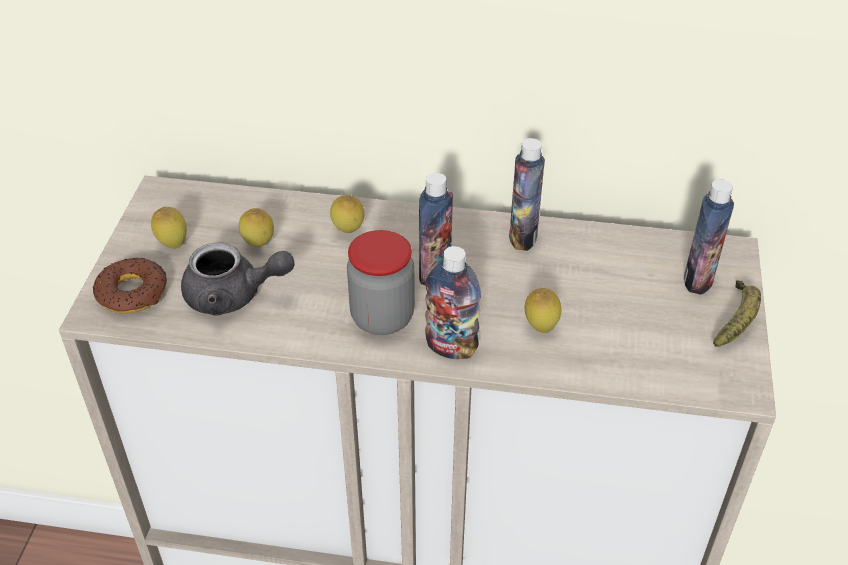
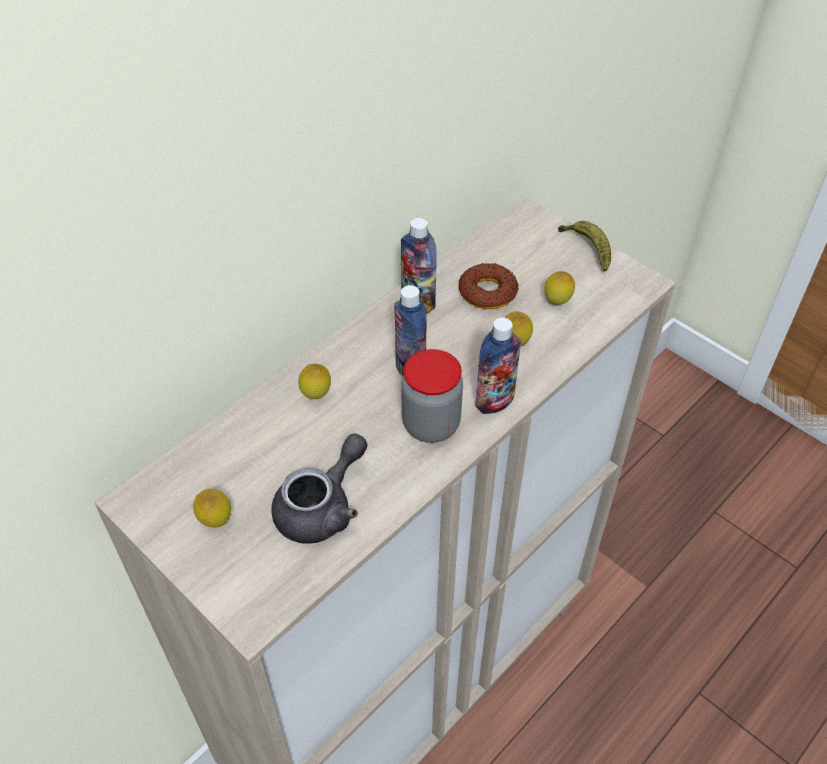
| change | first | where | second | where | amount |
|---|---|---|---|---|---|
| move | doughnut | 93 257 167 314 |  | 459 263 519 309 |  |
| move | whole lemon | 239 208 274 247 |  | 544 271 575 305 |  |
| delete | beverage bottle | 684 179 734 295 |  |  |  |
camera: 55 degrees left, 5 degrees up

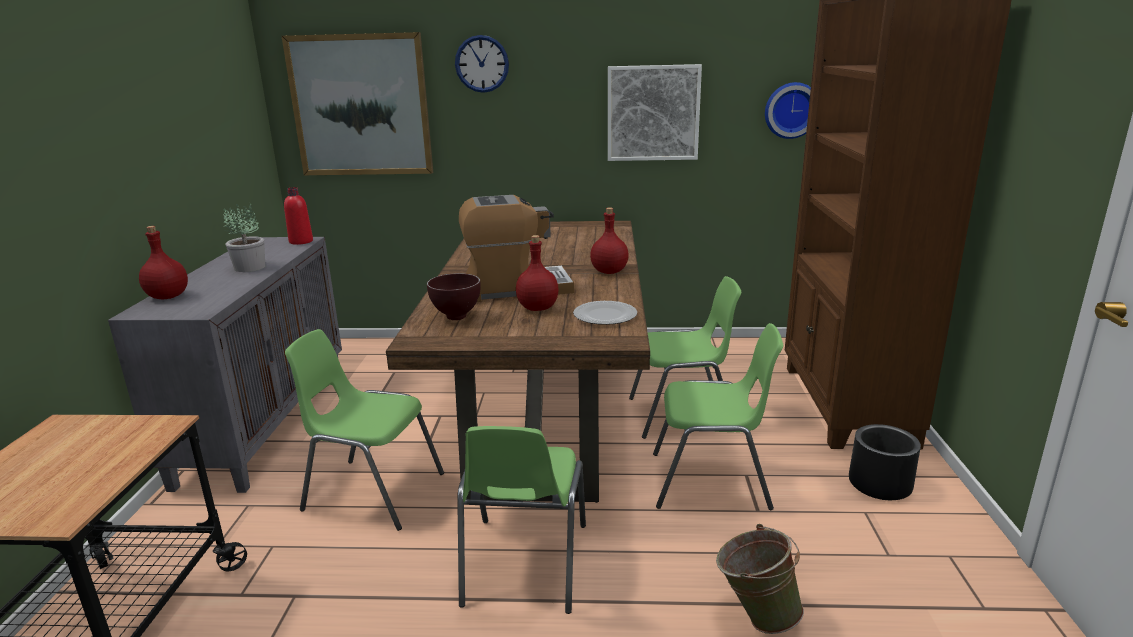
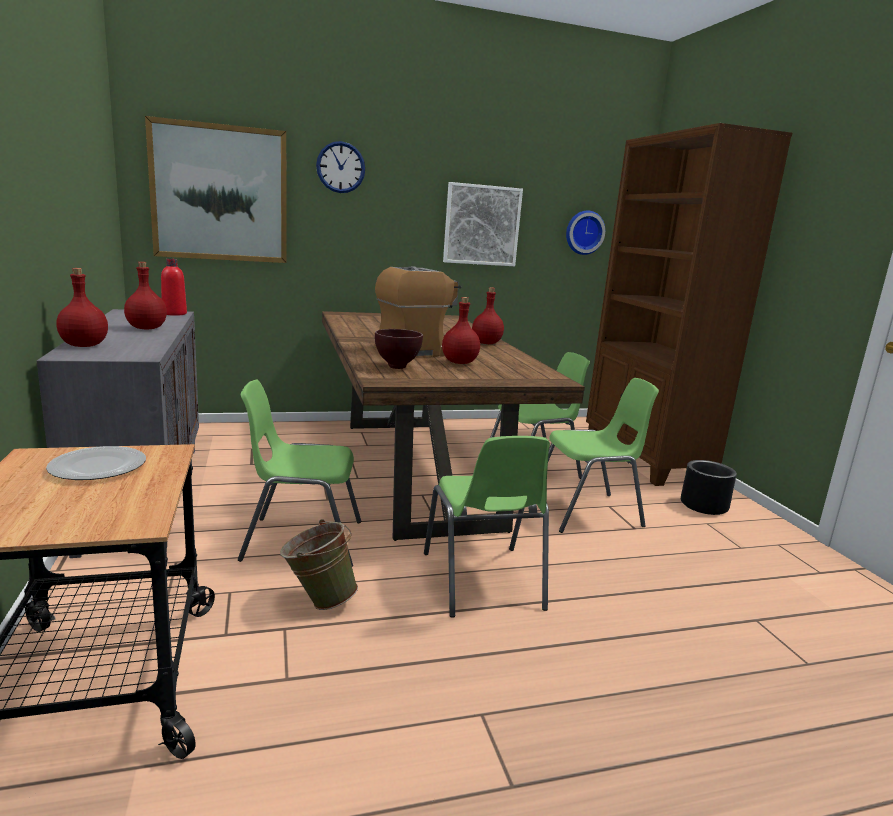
| change | first | where | second | where | amount |
|---|---|---|---|---|---|
| move | plate | 573 301 637 325 |  | 46 446 146 480 |  |
| replace | potted plant | 223 203 265 272 | red-coloured beverage bottle | 124 262 167 329 |  |
| move | greenish bucket | 716 524 804 634 |  | 280 519 358 610 |  |
camera: 20 degrees left, 5 degrees down

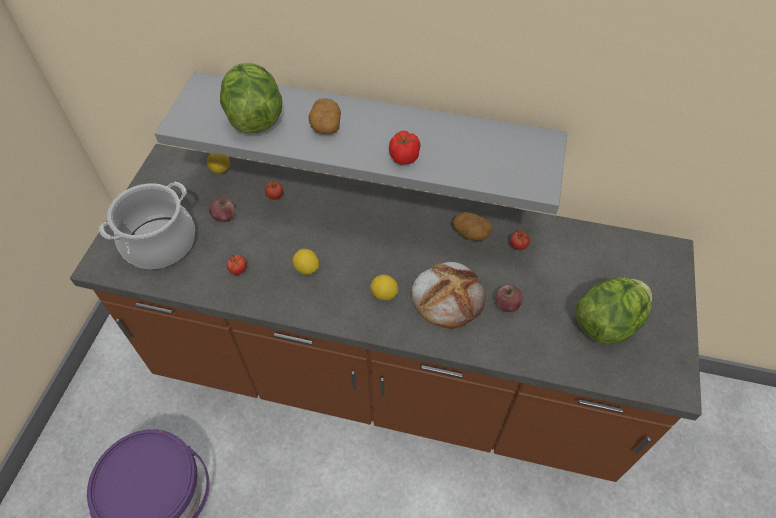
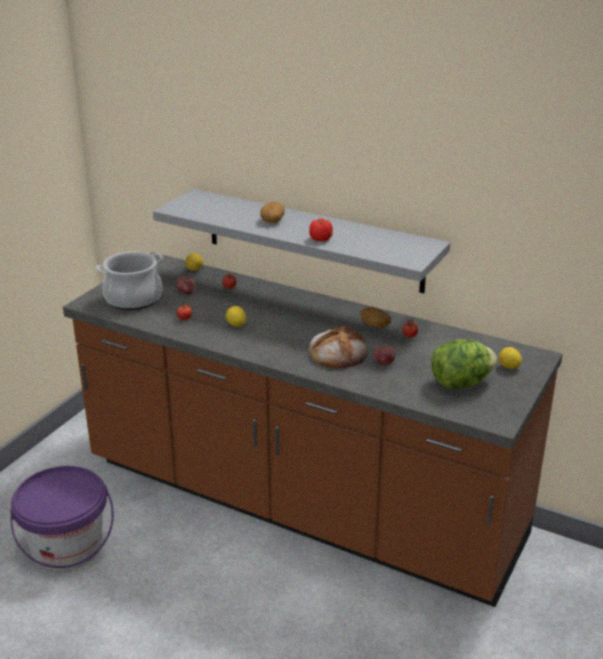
| change | first | where | second | where | amount |
|---|---|---|---|---|---|
| move | whole lemon | 370 275 399 300 |  | 498 347 522 369 |  |
| delete | lettuce | 220 63 282 133 |  |  |  |
camera: 15 degrees right, 25 degrees down

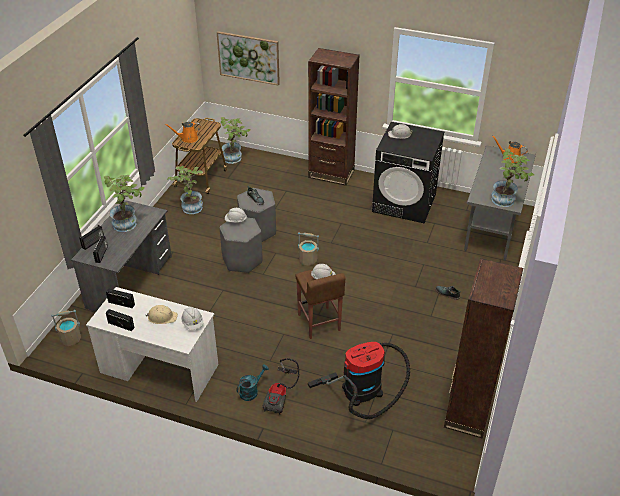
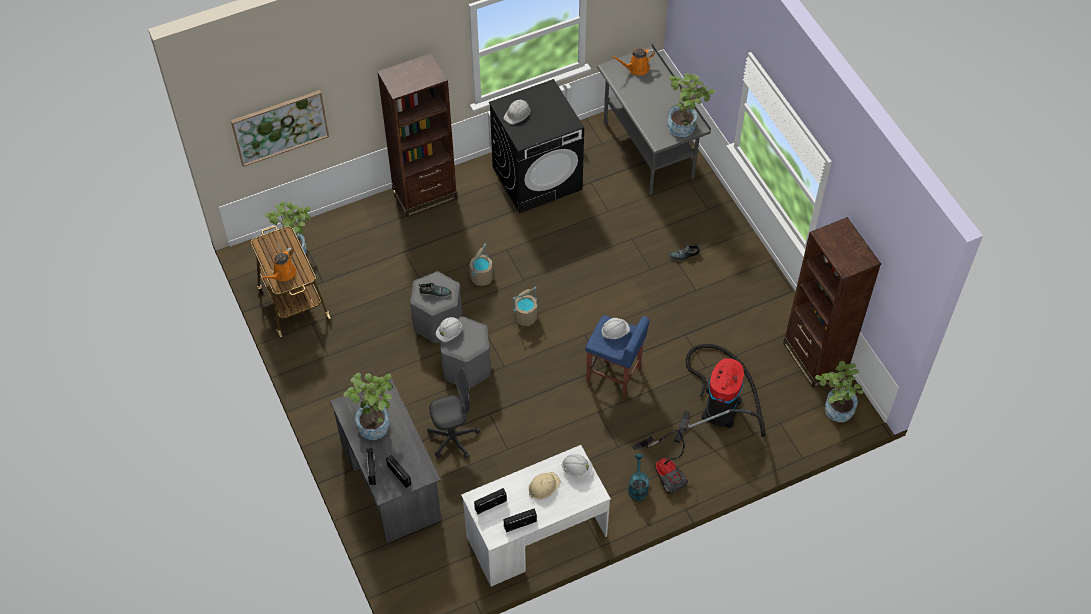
| change | first | where | second | where | amount |
|---|---|---|---|---|---|
| insert |  |  | gray desk chair | 427 368 480 459 |  |
| move | beige bucket | 51 310 81 346 |  | 469 244 493 286 |  |
| recolor | brown stool | 295 266 345 339 | blue-coloured stool | 585 315 650 397 |  |
| move | potted plant | 167 166 203 214 |  | 815 361 864 422 |  |
camera: 45 degrees left, 15 degrees up

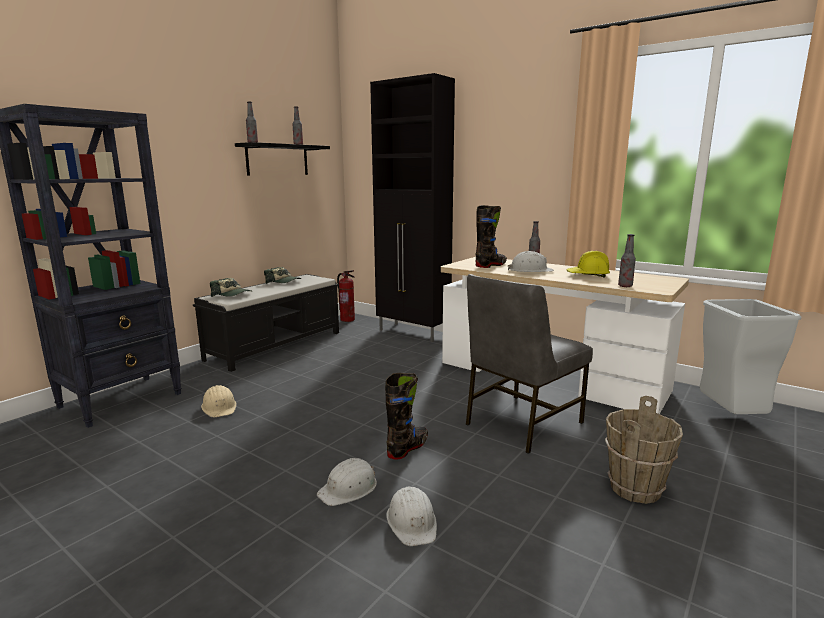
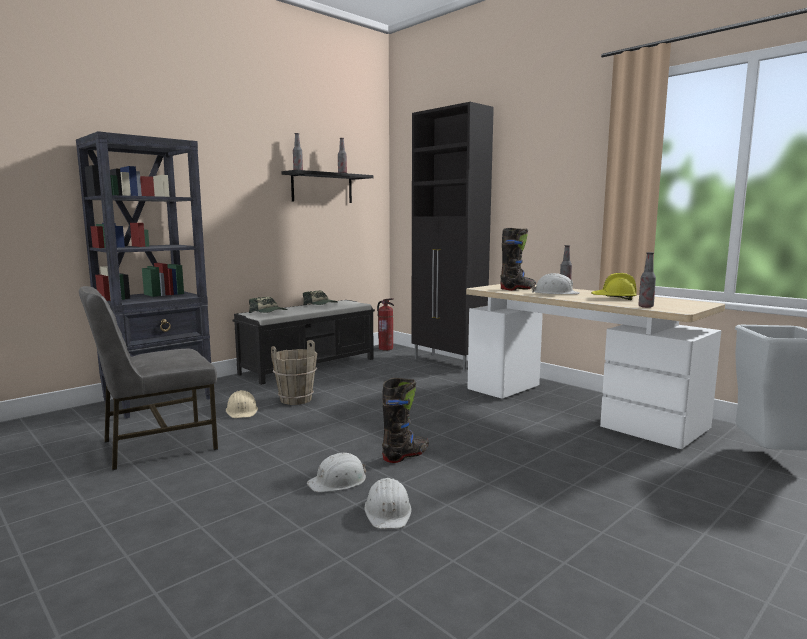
| change | first | where | second | where | amount |
|---|---|---|---|---|---|
| move | gray chair | 466 274 593 454 |  | 79 286 218 470 |  |
| move | brown bucket | 605 396 683 504 |  | 271 340 318 405 |  |
camera: 10 degrees right, 5 degrees down

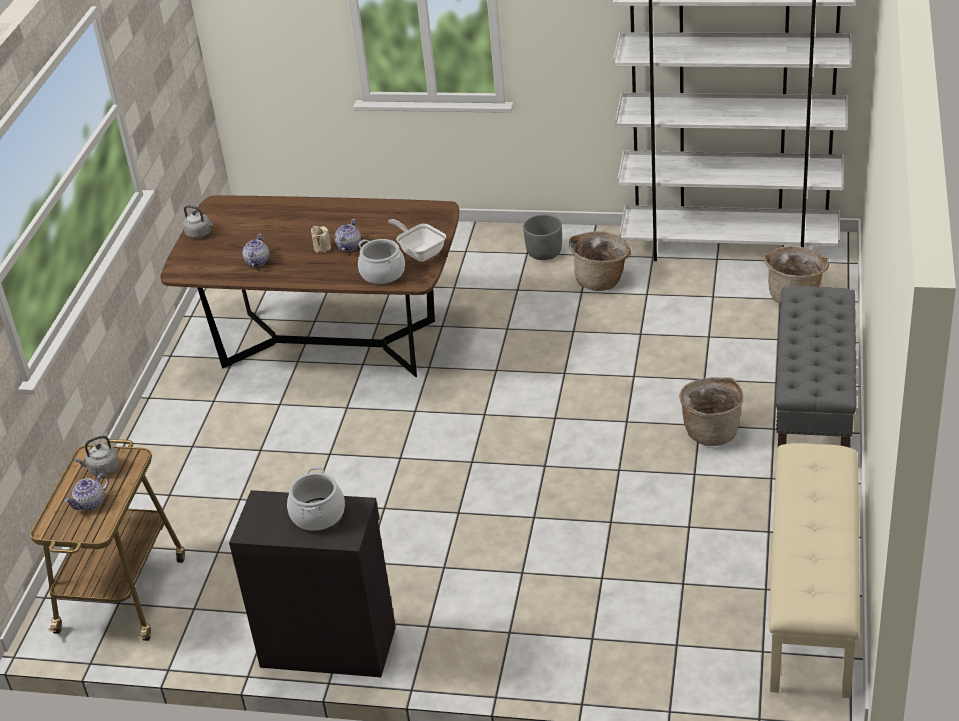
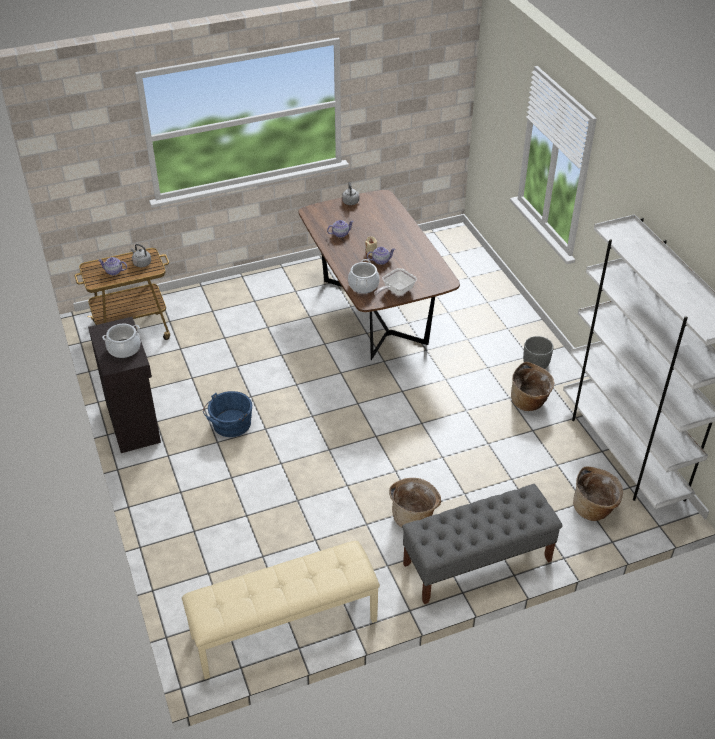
| change | first | where | second | where | amount |
|---|---|---|---|---|---|
| insert |  |  | blue-coloured bucket | 203 391 253 437 |  |
| rotate | frying pan | 388 219 446 262 |  | 374 268 417 295 | 150 degrees counterclockwise |
camera: 55 degrees right, 5 degrees up

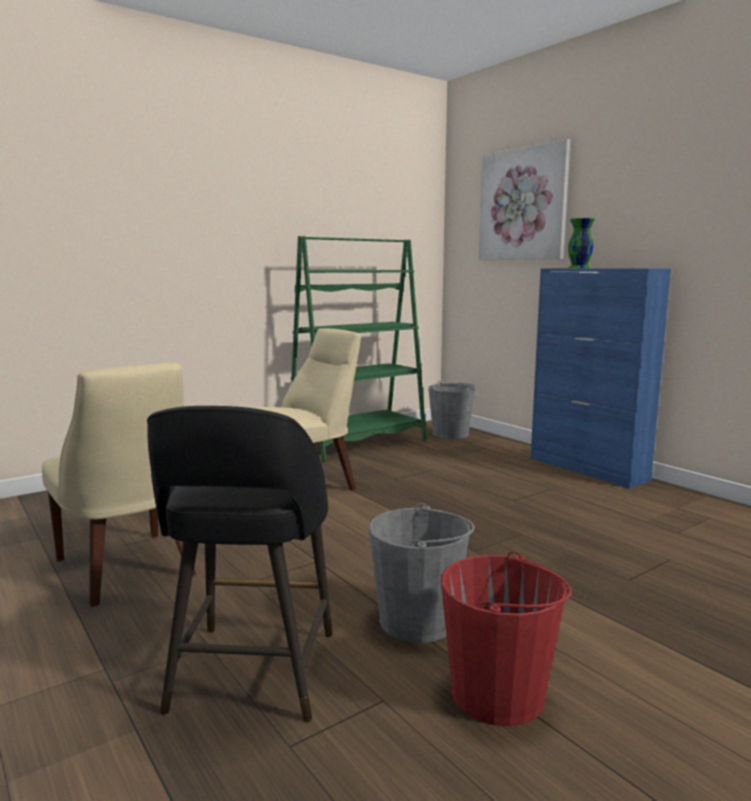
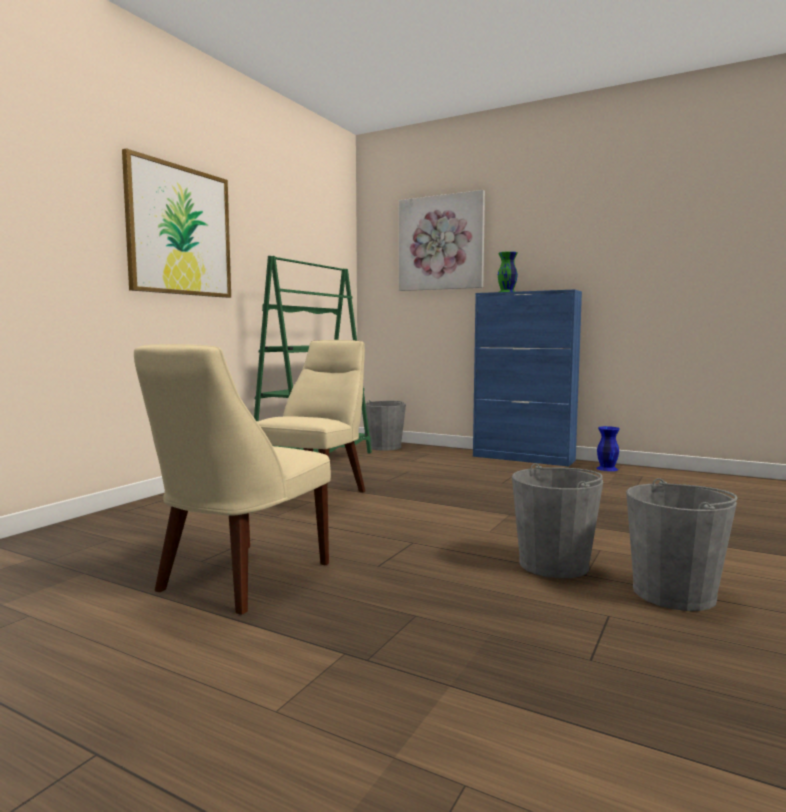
| change | first | where | second | where | amount |
|---|---|---|---|---|---|
| insert |  |  | picture | 122 148 231 298 |  |
| rotate | beige chair | 42 363 197 607 |  | 134 344 331 615 | 90 degrees clockwise |
| insert |  |  | blue-coloured decorative vase | 596 426 620 471 |  |
| recolor | red-coloured bucket | 441 551 572 727 | gray bucket | 626 478 738 611 |  |
| delete | black-coloured stool | 147 406 333 722 |  |  |  |
camera: 25 degrees left, 5 degrees down

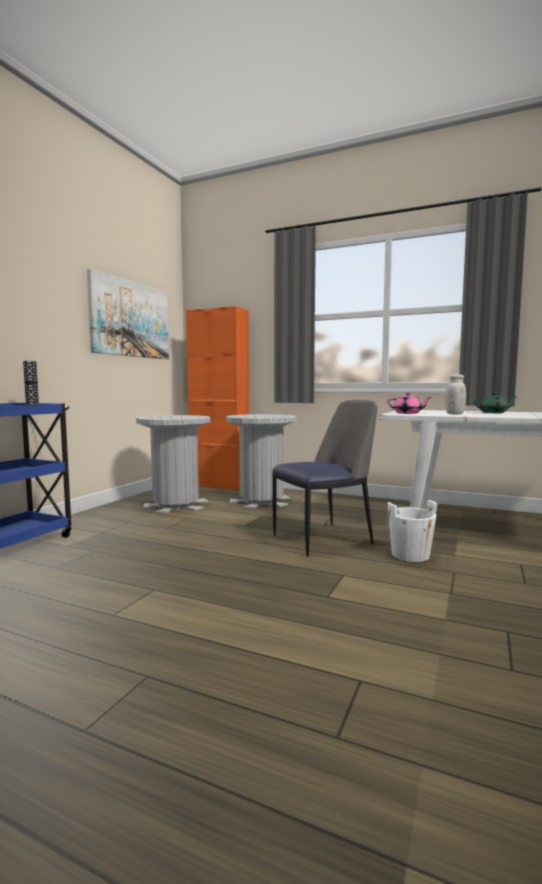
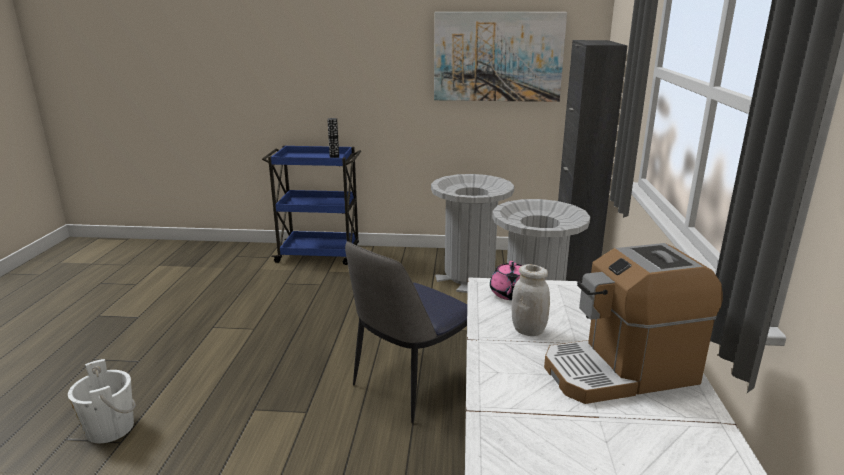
| change | first | where | second | where | amount |
|---|---|---|---|---|---|
| move | white bucket | 386 500 437 562 |  | 68 359 136 443 |  |
| rotate | chair | 272 400 377 557 |  | 345 241 467 423 | 90 degrees clockwise |
| replace | greenish pot for tea | 473 392 516 413 | coffee machine | 544 243 723 404 |  |
| recolor | orange-coloured storage cabinet | 186 306 249 491 | black-coloured storage cabinet | 558 40 628 281 |  |
camera: 70 degrees right, 15 degrees up

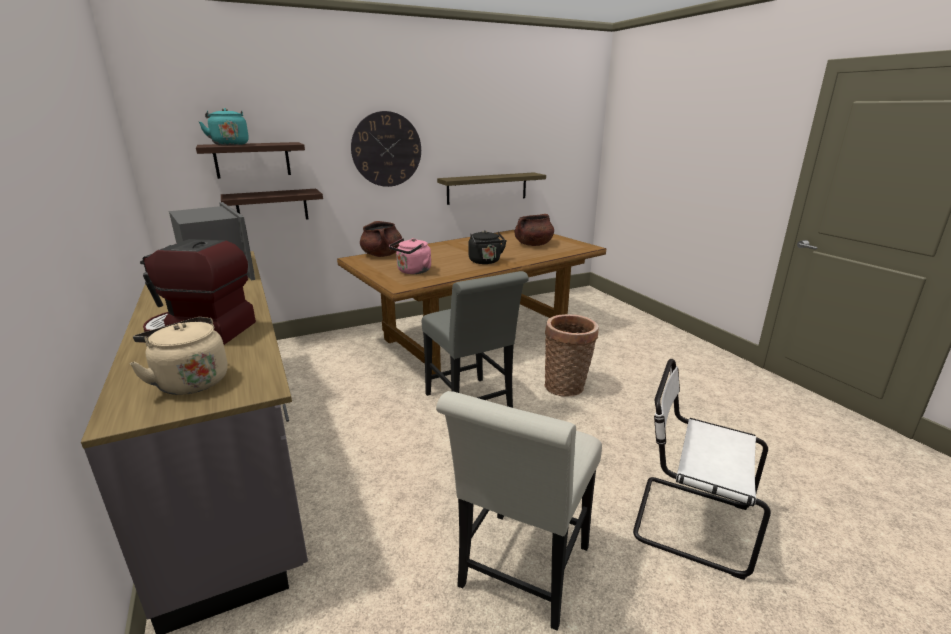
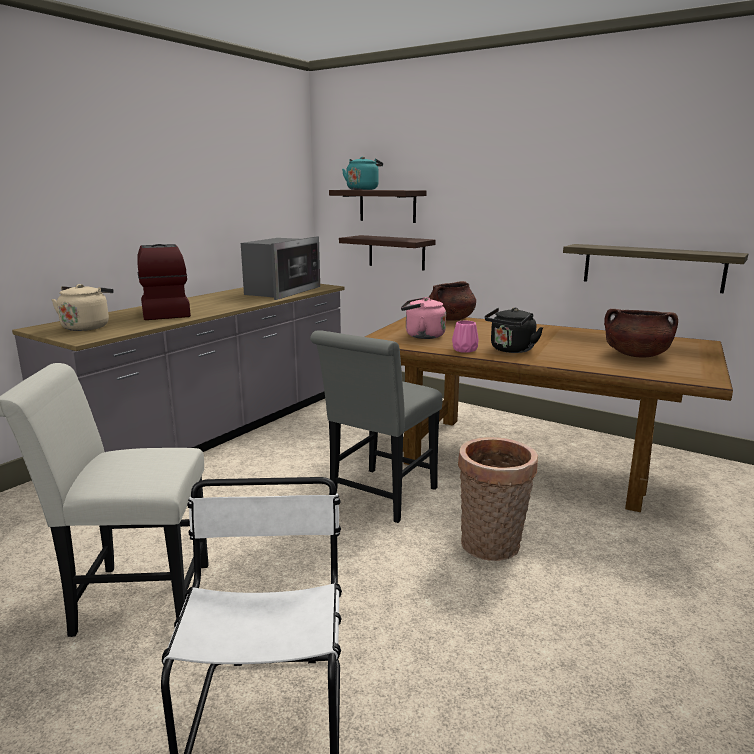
| change | first | where | second | where | amount |
|---|---|---|---|---|---|
| insert |  |  | pinkish decorative vase | 452 320 479 353 |  |
| delete | hanging clock | 351 111 421 187 |  |  |  |
camera: 60 degrees right, 5 degrees down

